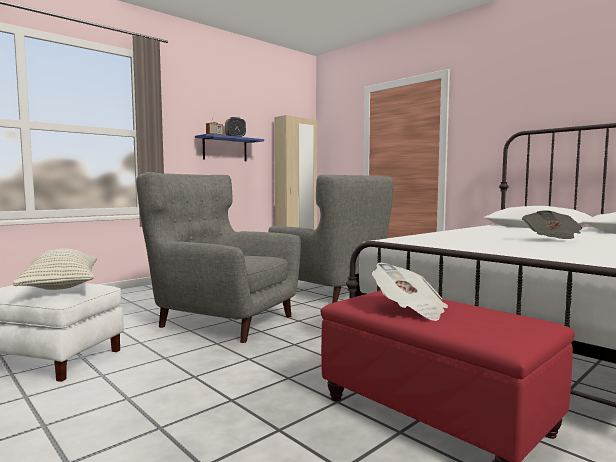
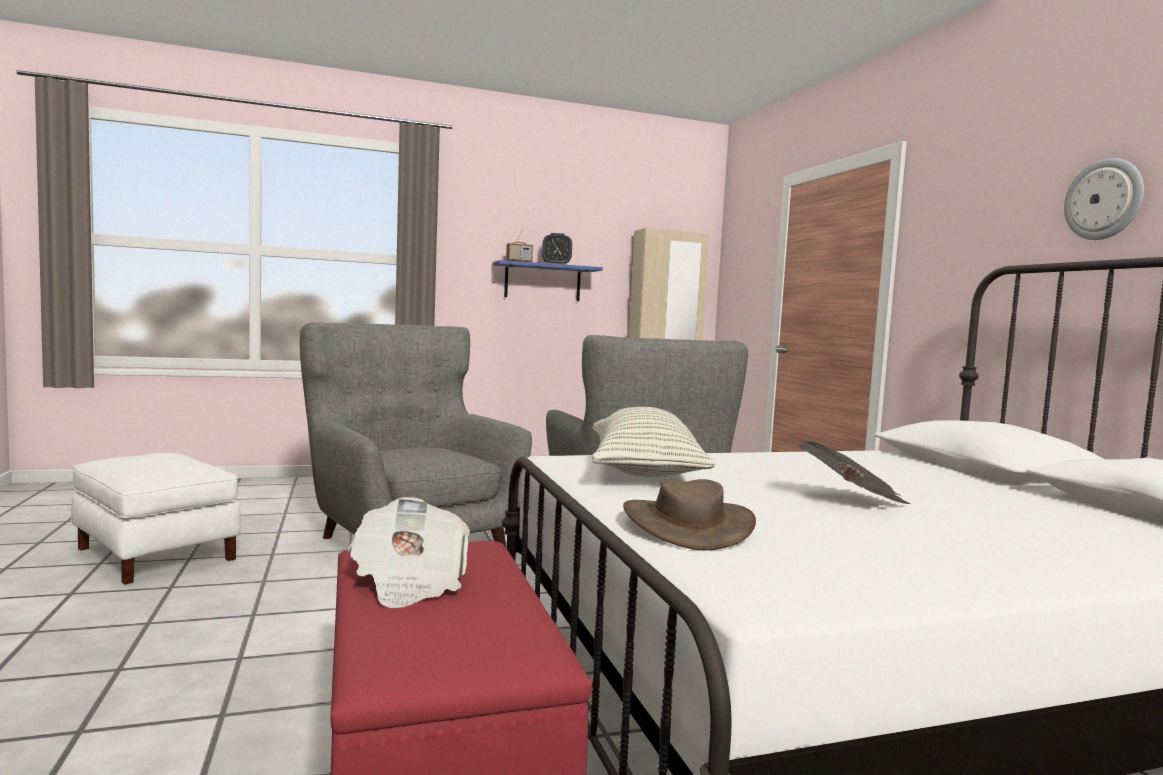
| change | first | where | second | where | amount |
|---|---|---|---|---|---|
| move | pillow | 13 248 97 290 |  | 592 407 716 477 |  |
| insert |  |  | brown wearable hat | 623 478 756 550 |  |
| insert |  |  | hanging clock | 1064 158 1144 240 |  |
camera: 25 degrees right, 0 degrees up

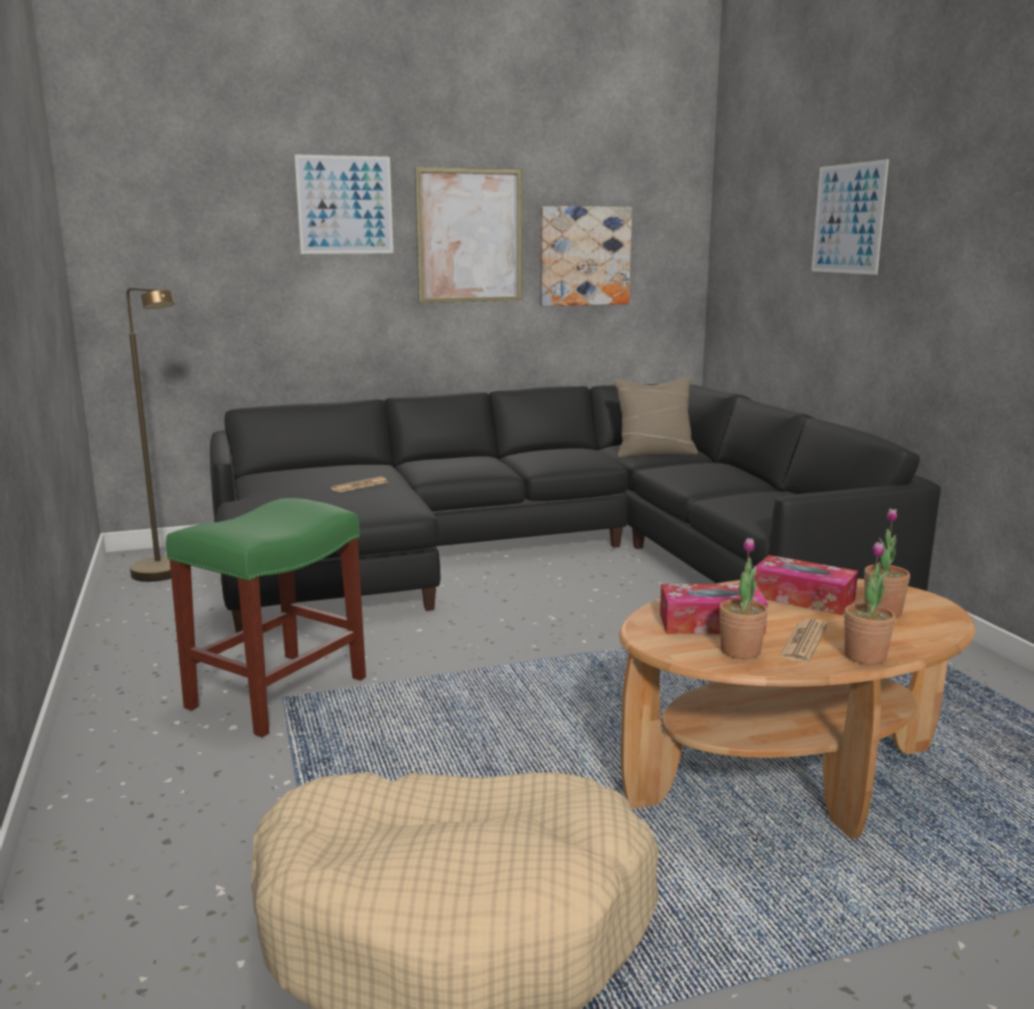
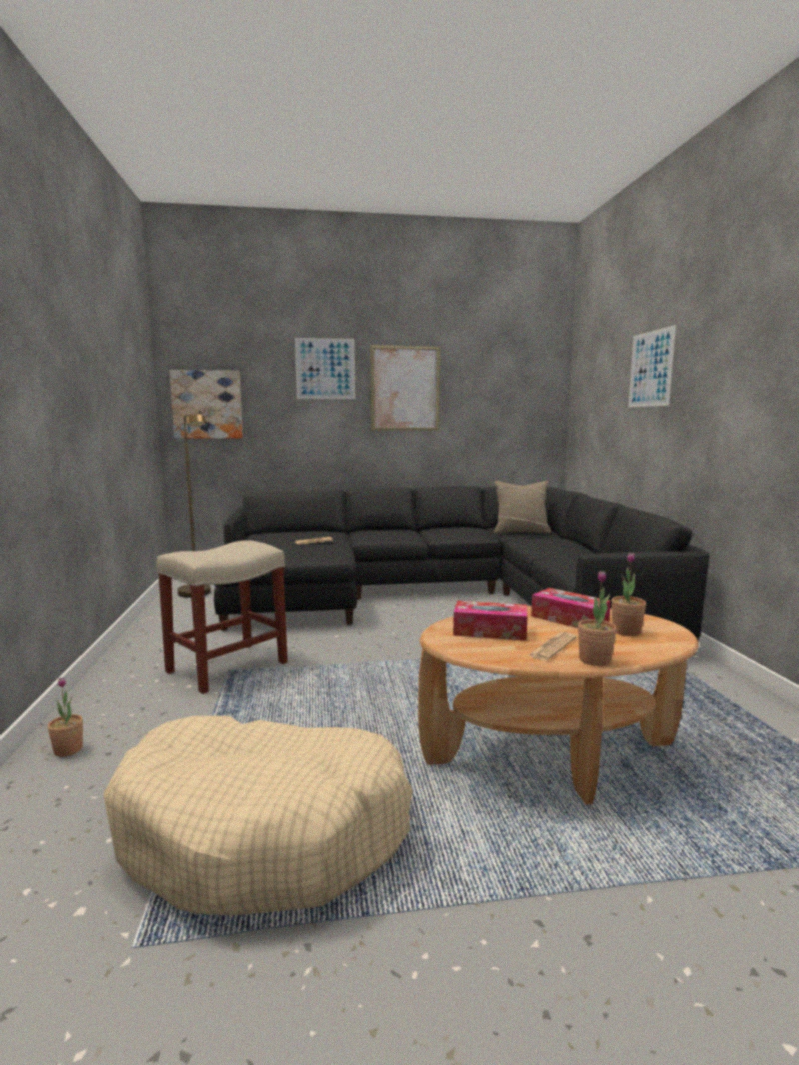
| change | first | where | second | where | amount |
|---|---|---|---|---|---|
| move | potted plant | 719 538 768 659 |  | 47 677 83 757 |  |
| recolor | greenish stool | 166 498 366 737 | beige stool | 156 540 288 694 |  |
| move | picture | 540 206 632 306 |  | 169 370 243 439 |  |
camera: 10 degrees right, 5 degrees down

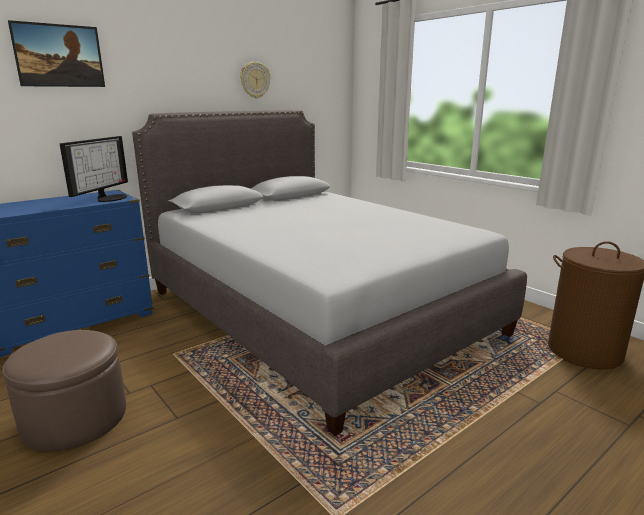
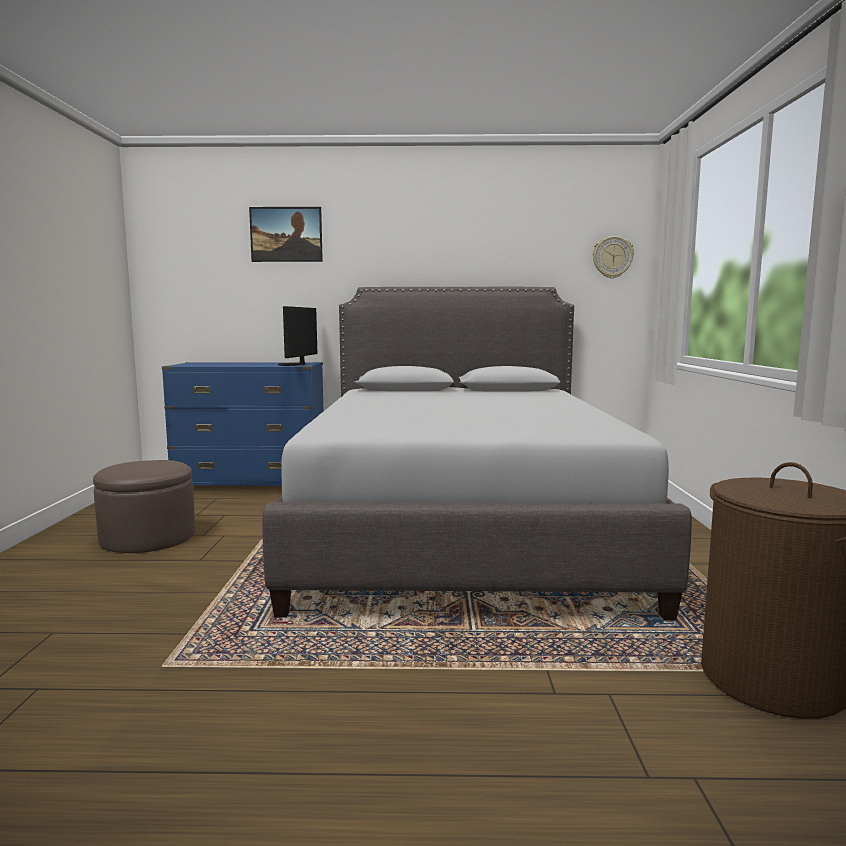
| change | first | where | second | where | amount |
|---|---|---|---|---|---|
| rotate | computer screen | 60 136 128 202 |  | 278 306 317 366 | 135 degrees clockwise |
| move | hanging clock | 240 62 270 98 |  | 592 236 634 278 |  |
camera: 40 degrees right, 10 degrees down

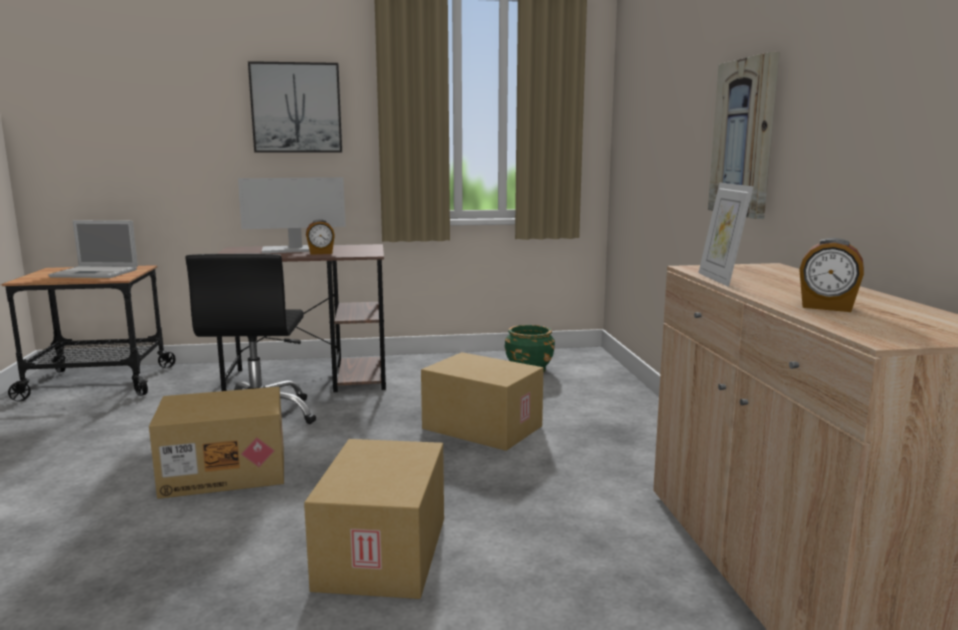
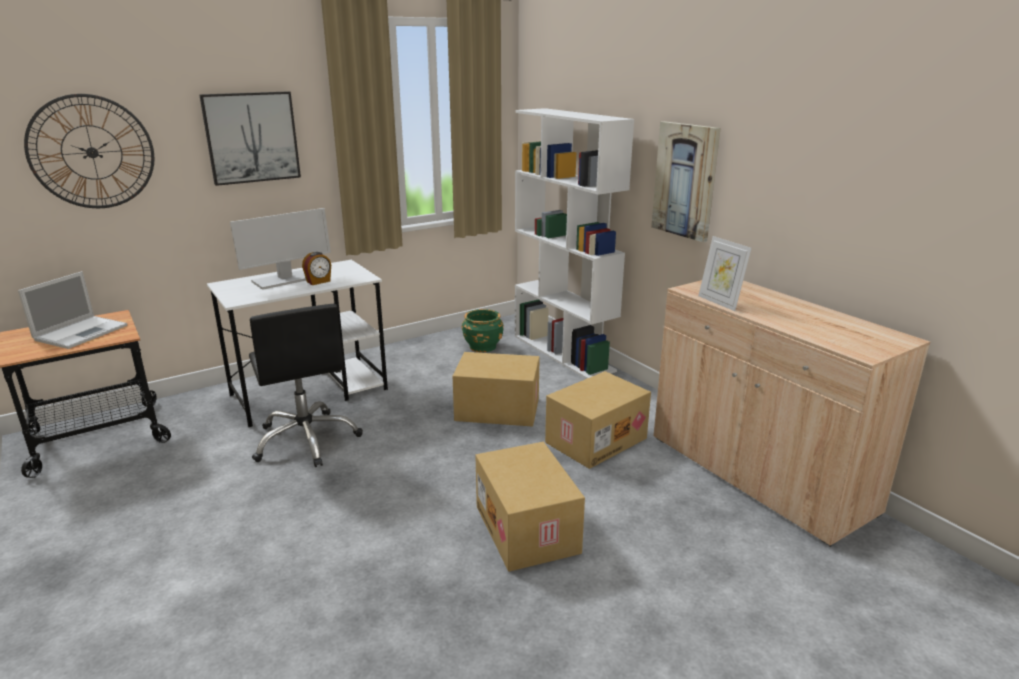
| change | first | where | second | where | amount |
|---|---|---|---|---|---|
| rotate | notebook computer | 49 220 138 278 |  | 18 271 127 349 | 45 degrees counterclockwise |
| insert |  |  | hanging clock | 24 94 154 208 |  |
| recolor | brown desk | 217 244 386 392 | white desk | 207 260 388 427 |  |
| insert |  |  | white shelving unit | 515 108 634 379 |  |
| move | cardboard box | 149 387 284 499 |  | 545 371 651 469 |  |
| delete | table clock | 799 238 864 312 |  |  |  |
camera: 25 degrees left, 10 degrees up

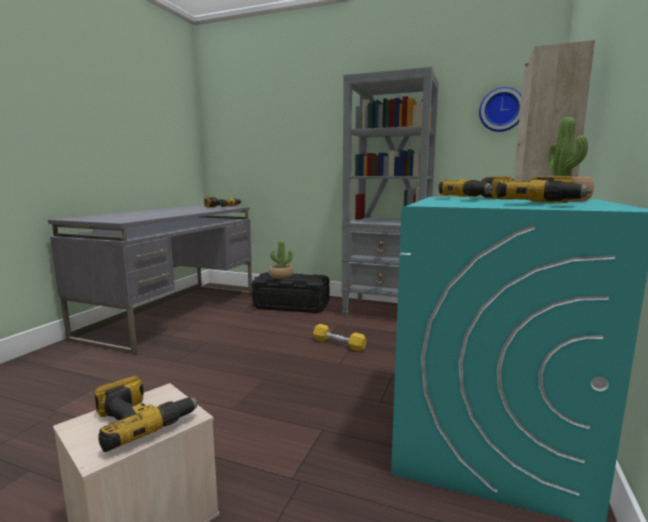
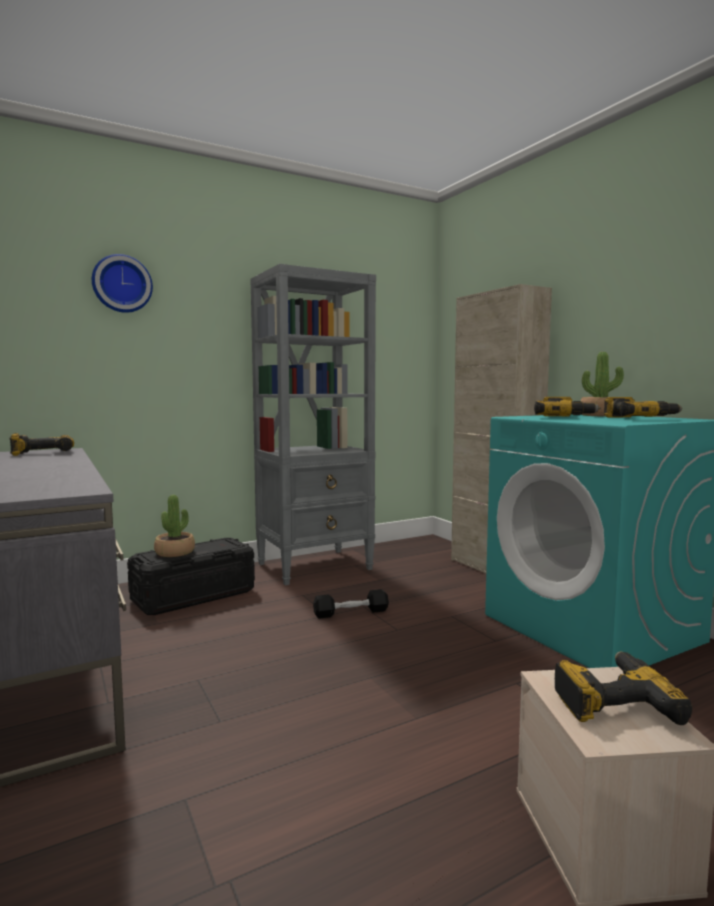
| change | first | where | second | where | amount |
|---|---|---|---|---|---|
| move | hanging clock | 479 87 522 132 |  | 92 254 153 313 |  |
| recolor | yellow dumbbell | 313 324 366 352 | black-coloured dumbbell | 313 589 389 619 |  |
camera: 50 degrees left, 5 degrees down

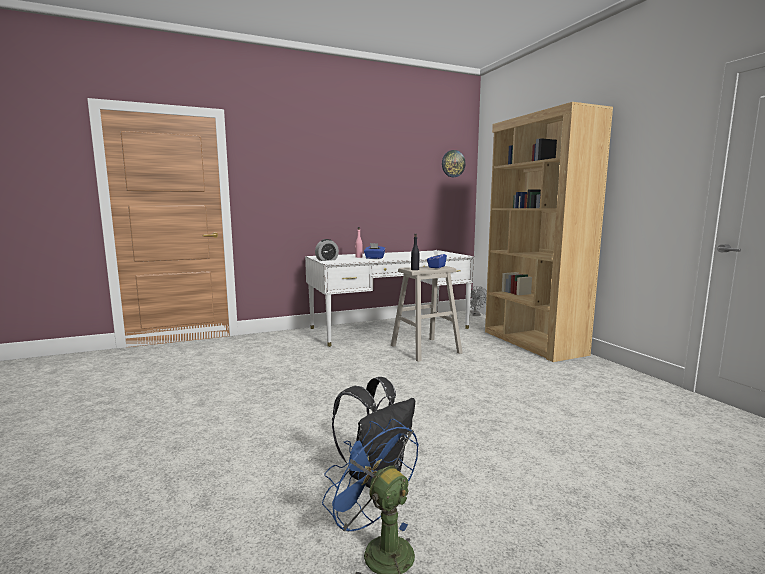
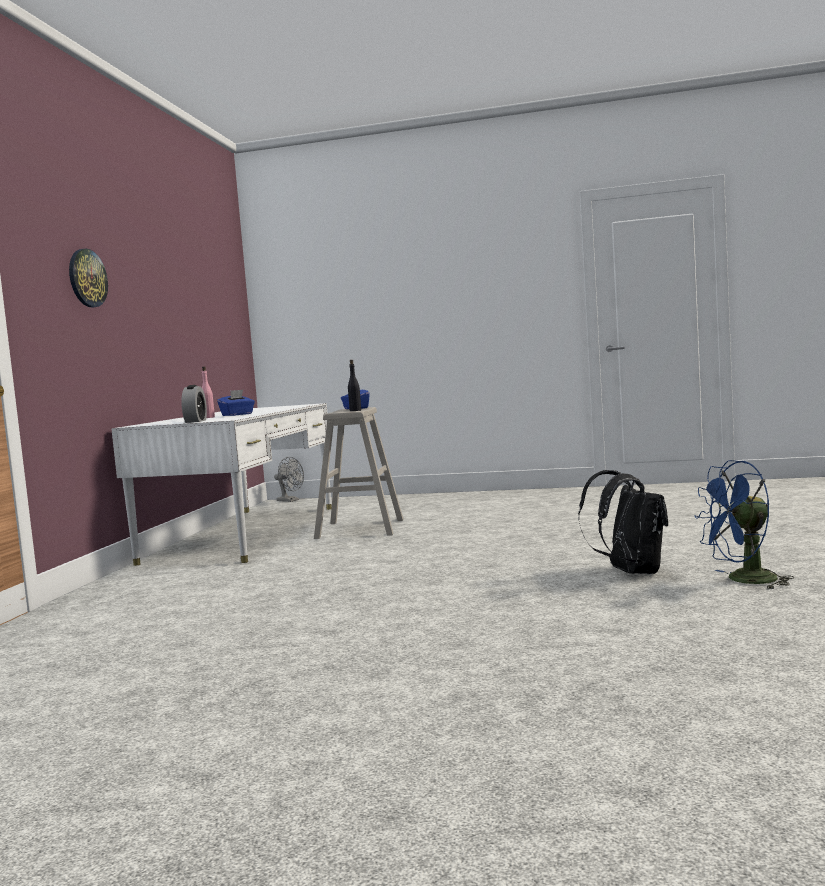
| change | first | where | second | where | amount |
|---|---|---|---|---|---|
| move | hanging clock | 442 150 465 177 |  | 69 249 108 308 |  |
| delete | brown shelving unit | 485 102 613 362 |  |  |  |
camera: 55 degrees left, 5 degrees down

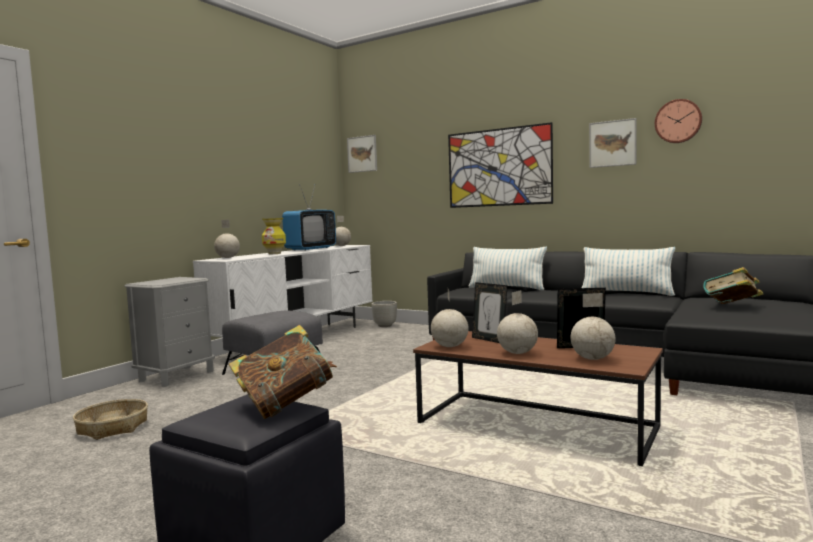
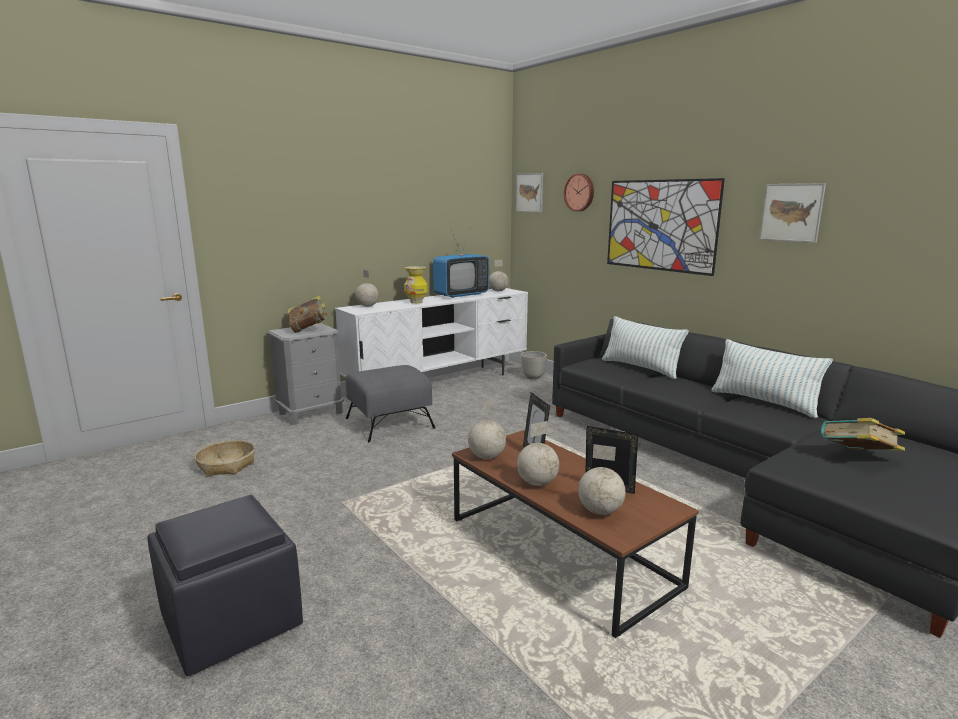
| change | first | where | second | where | amount |
|---|---|---|---|---|---|
| move | book | 229 325 337 419 |  | 288 295 328 333 |  |
| move | hanging clock | 655 99 702 143 |  | 564 173 594 212 |  |
camera: 20 degrees right, 10 degrees up

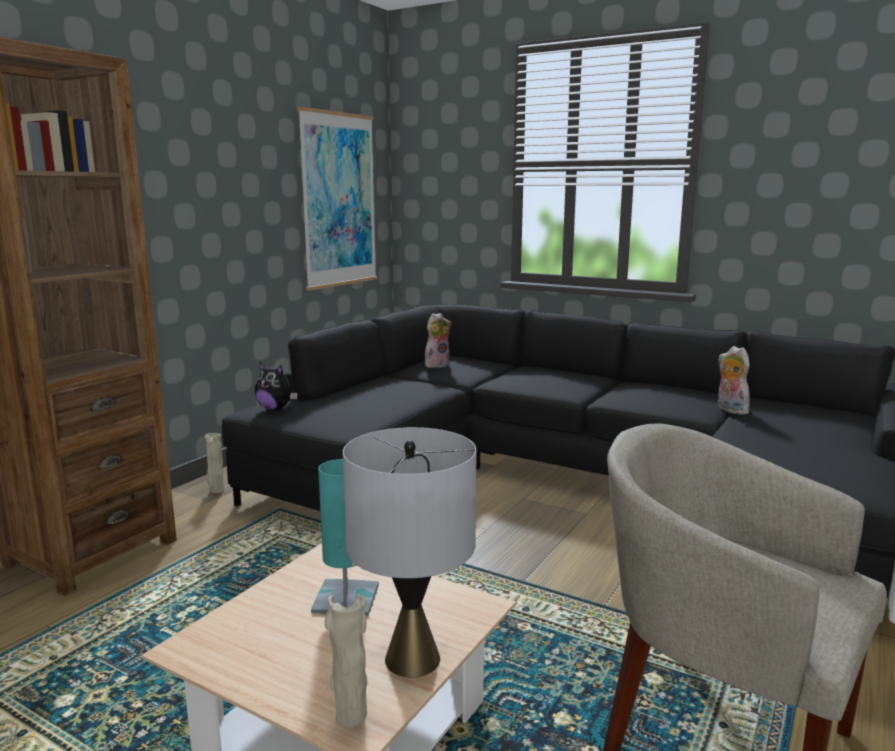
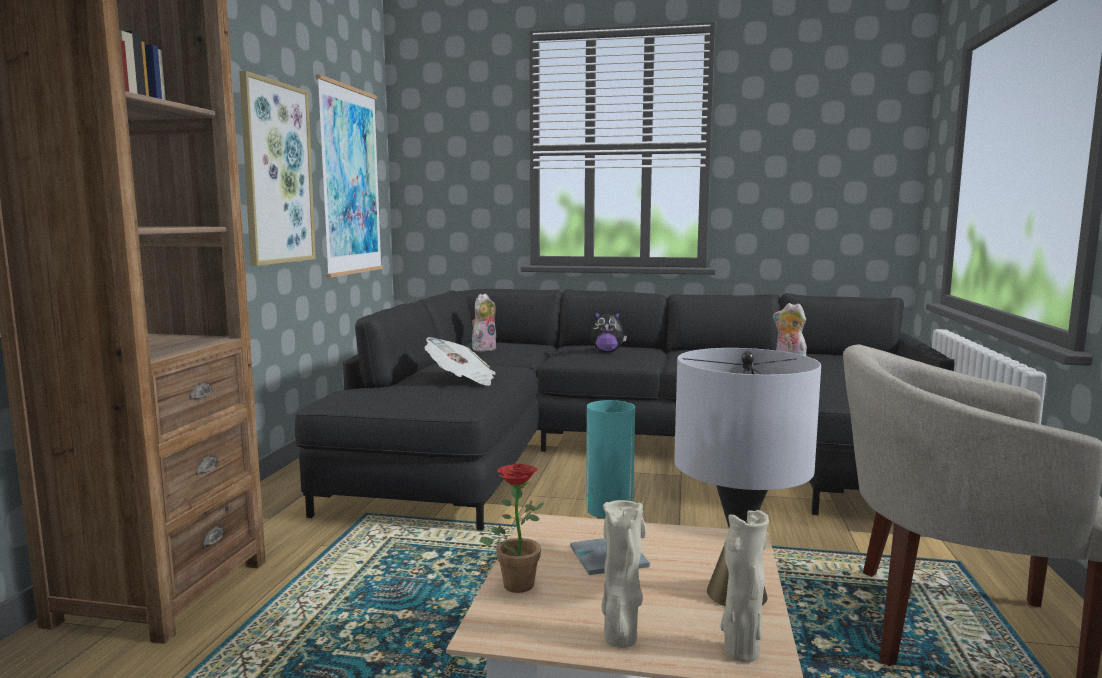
| change | first | where | second | where | amount |
|---|---|---|---|---|---|
| insert |  |  | picture | 239 71 316 266 |  |
| insert |  |  | printed paper | 424 337 496 386 |  |
| insert |  |  | potted plant | 480 464 545 593 |  |
| move | cuddly toy | 255 362 298 410 |  | 591 310 627 352 |  |
| move | beige decorative vase | 204 433 224 493 |  | 602 500 647 648 |  |
camera: 20 degrees left, 5 degrees down

